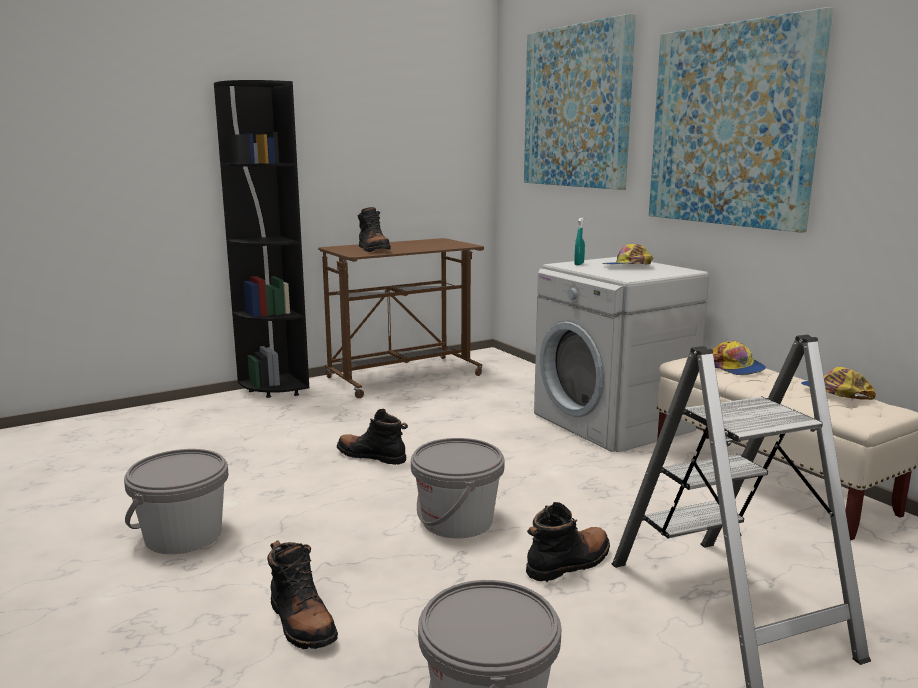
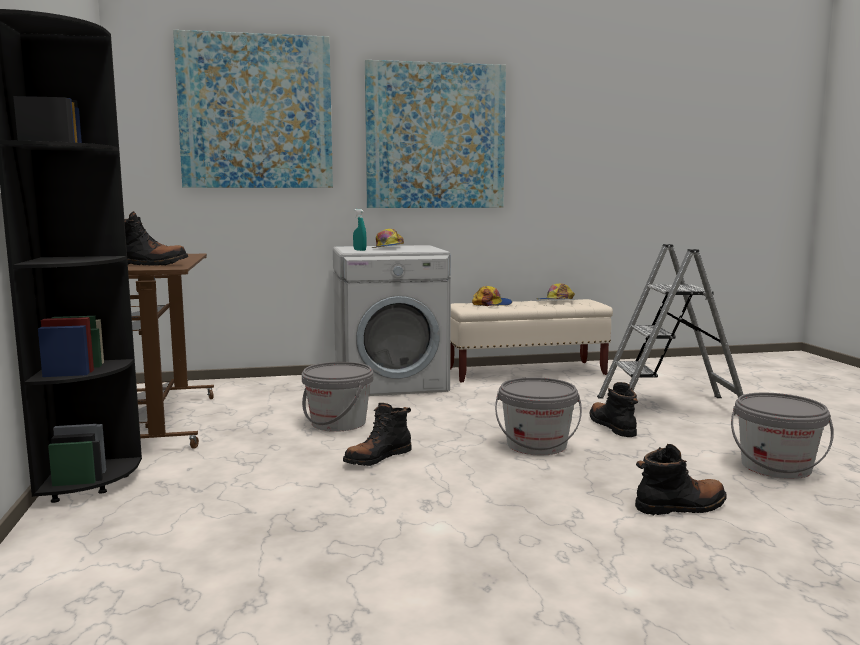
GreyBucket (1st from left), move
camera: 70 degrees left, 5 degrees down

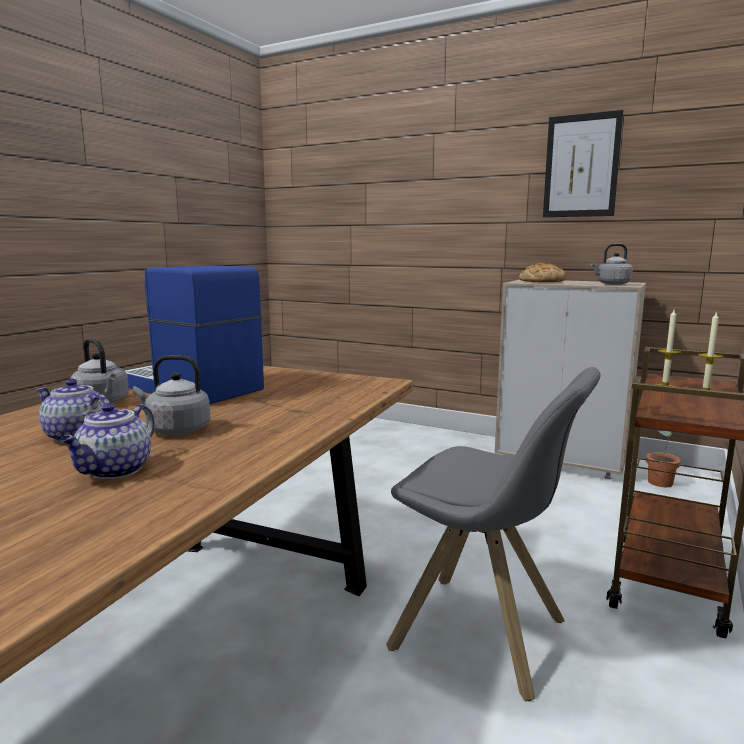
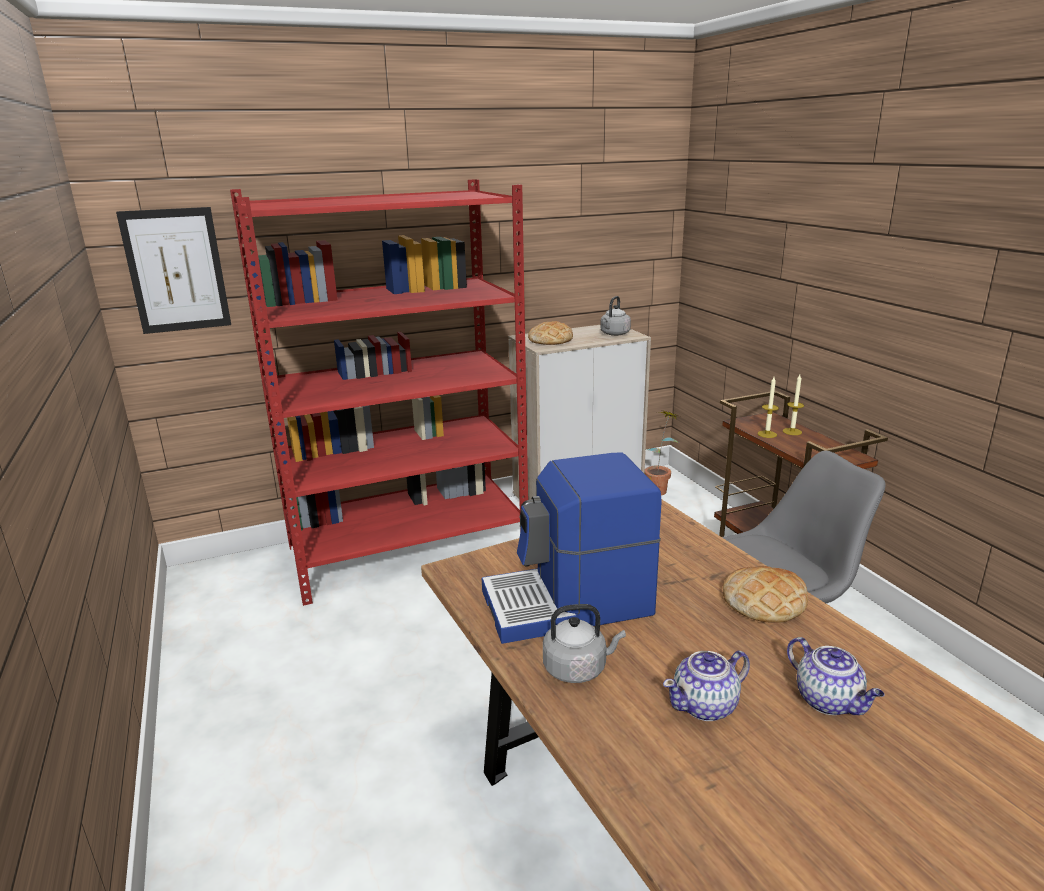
GreyKettle (2nd from left) → -
- → RedBookcase
- → Bread (2nd from left)
Picture, move
camera: 50 degrees left, 10 degrees up

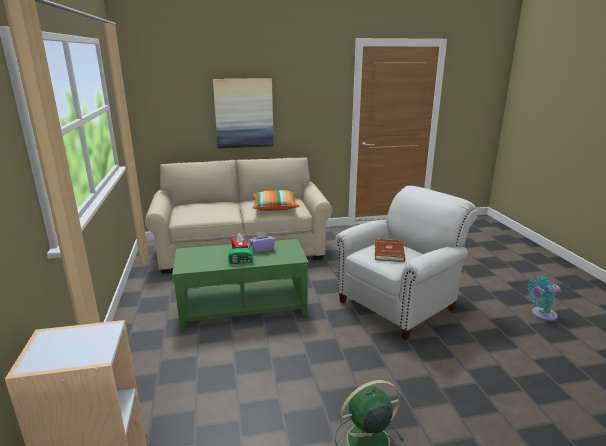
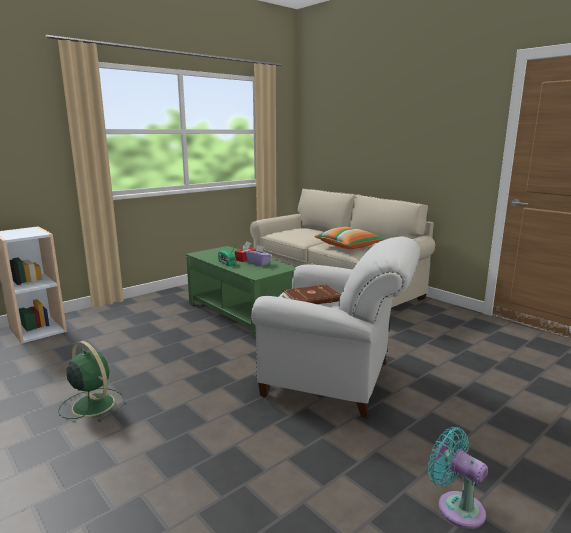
Picture → -
camera: 60 degrees right, 5 degrees down

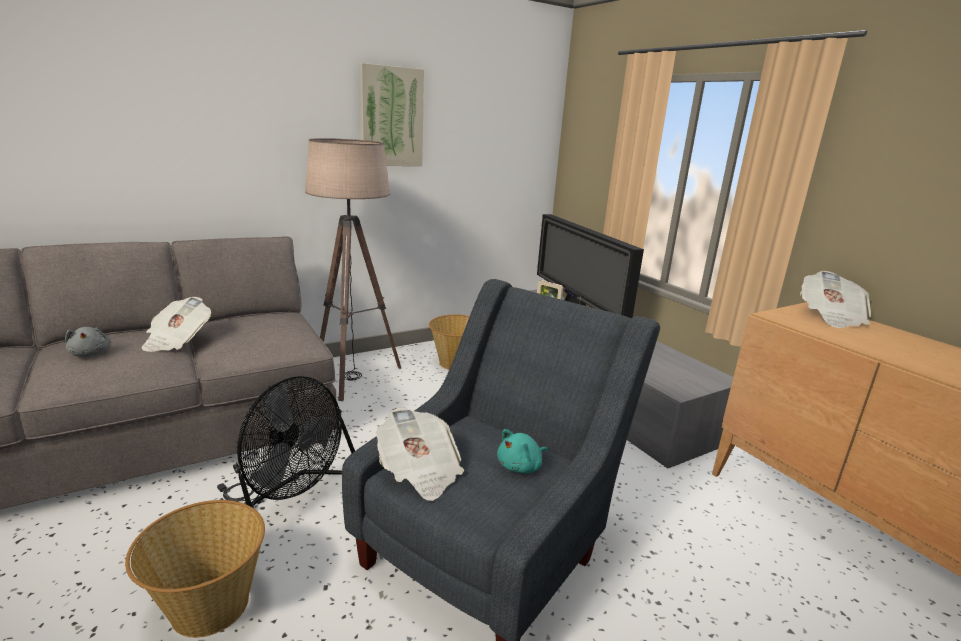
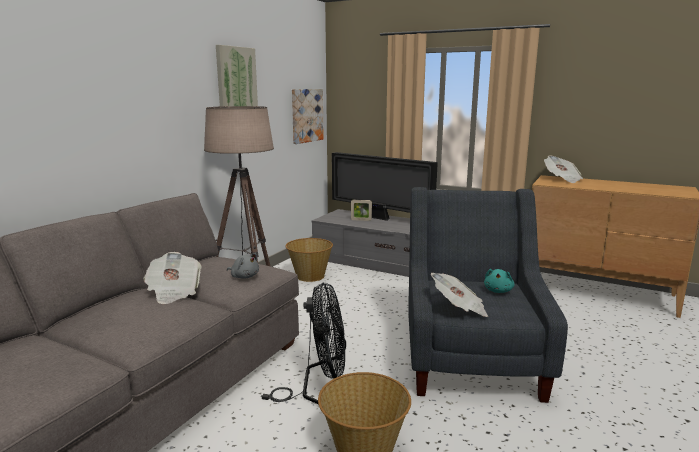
- → Picture (2nd from left)
GreyPlushToy, move
camera: 30 degrees left, 5 degrees down

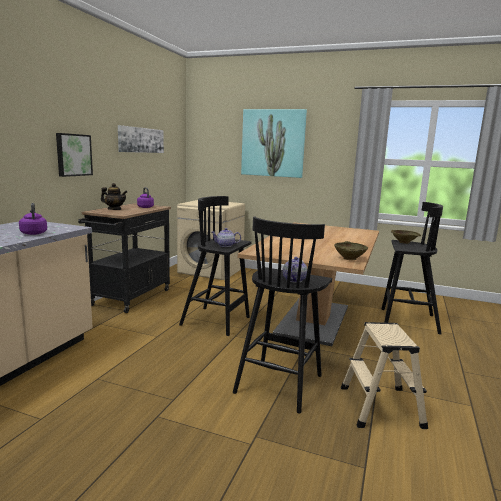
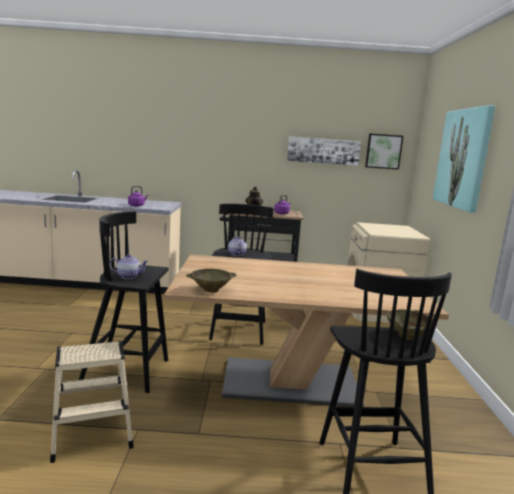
Picture (1st from left in the first image) → Picture (2nd from left), move
camera: 70 degrees right, 0 degrees up

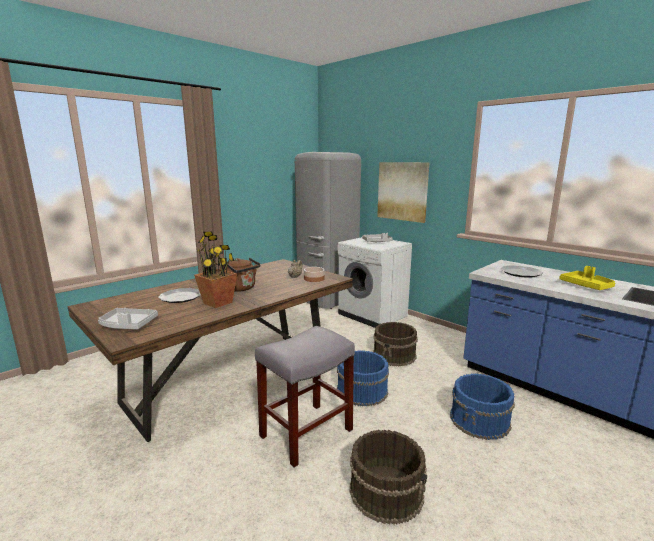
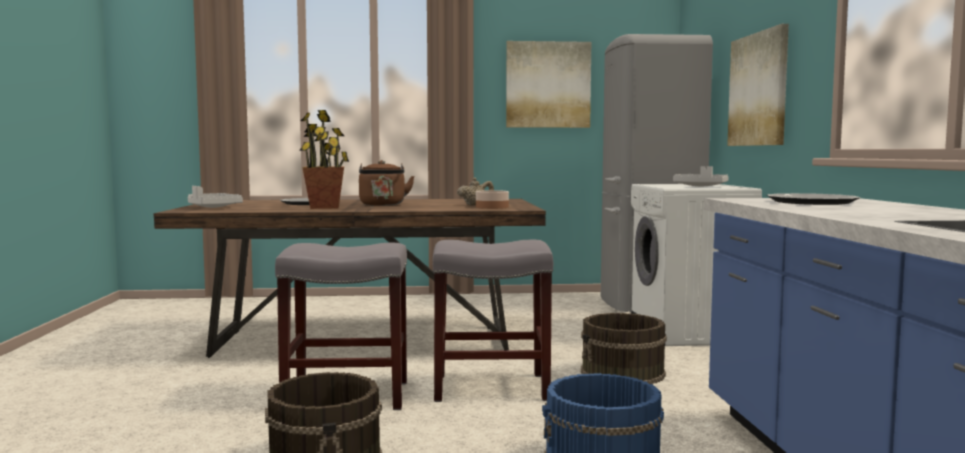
YellowTray → -
- → Picture (1st from left)
BlueBucket (1st from left) → GreyStool (2nd from left)
camera: 40 degrees right, 10 degrees down

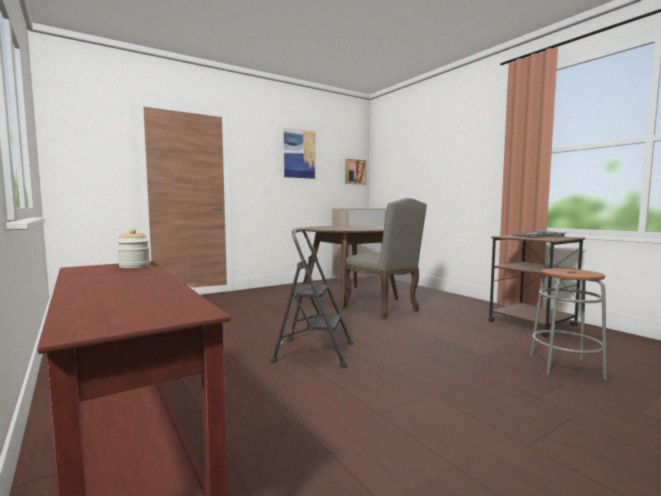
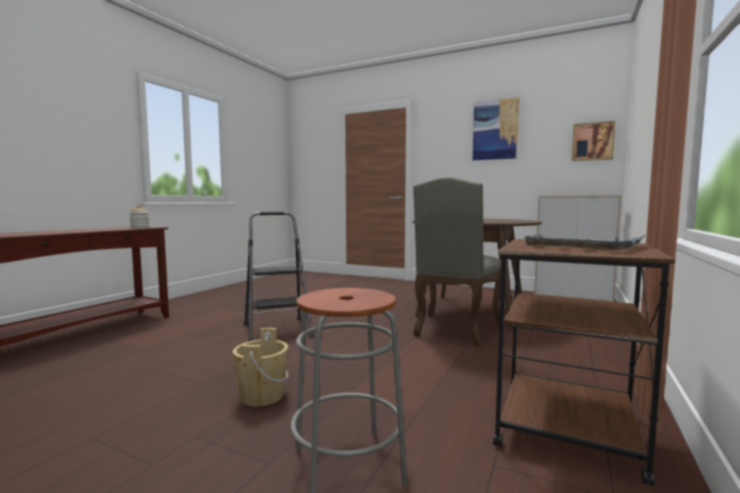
- → BeigeBucket
camera: 60 degrees right, 0 degrees up

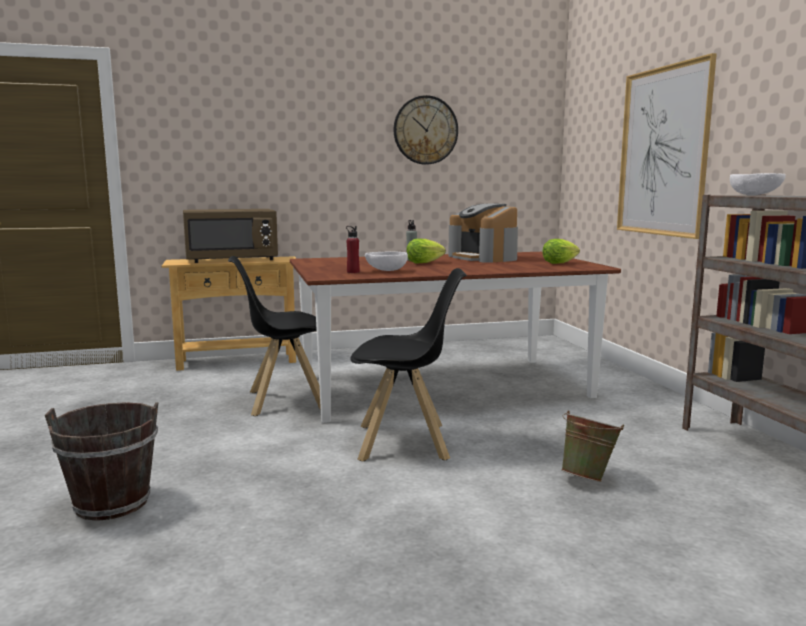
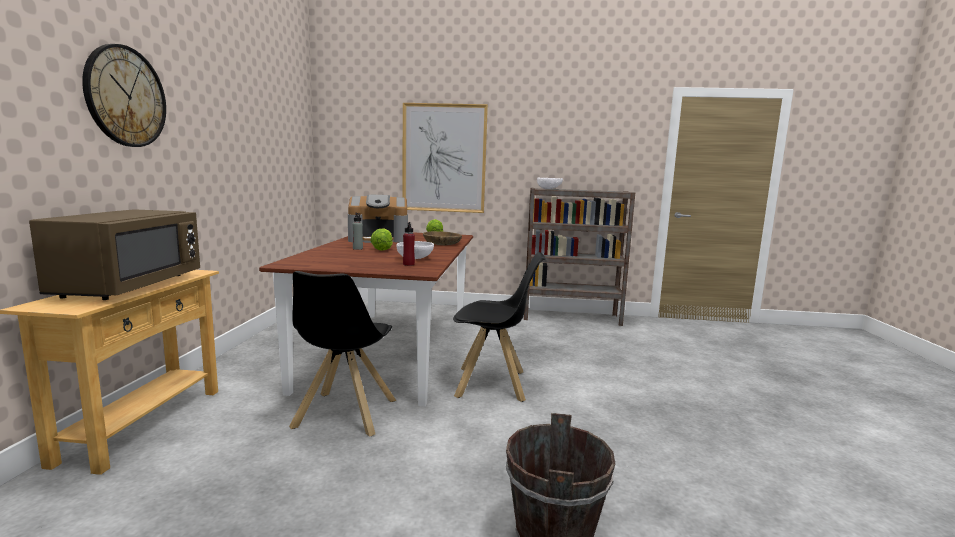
GreenBucket → -
- → BrownBowl
WallClock, move
BlackChair (2nd from left), 75 degrees clockwise
camera: 70 degrees left, 0 degrees up

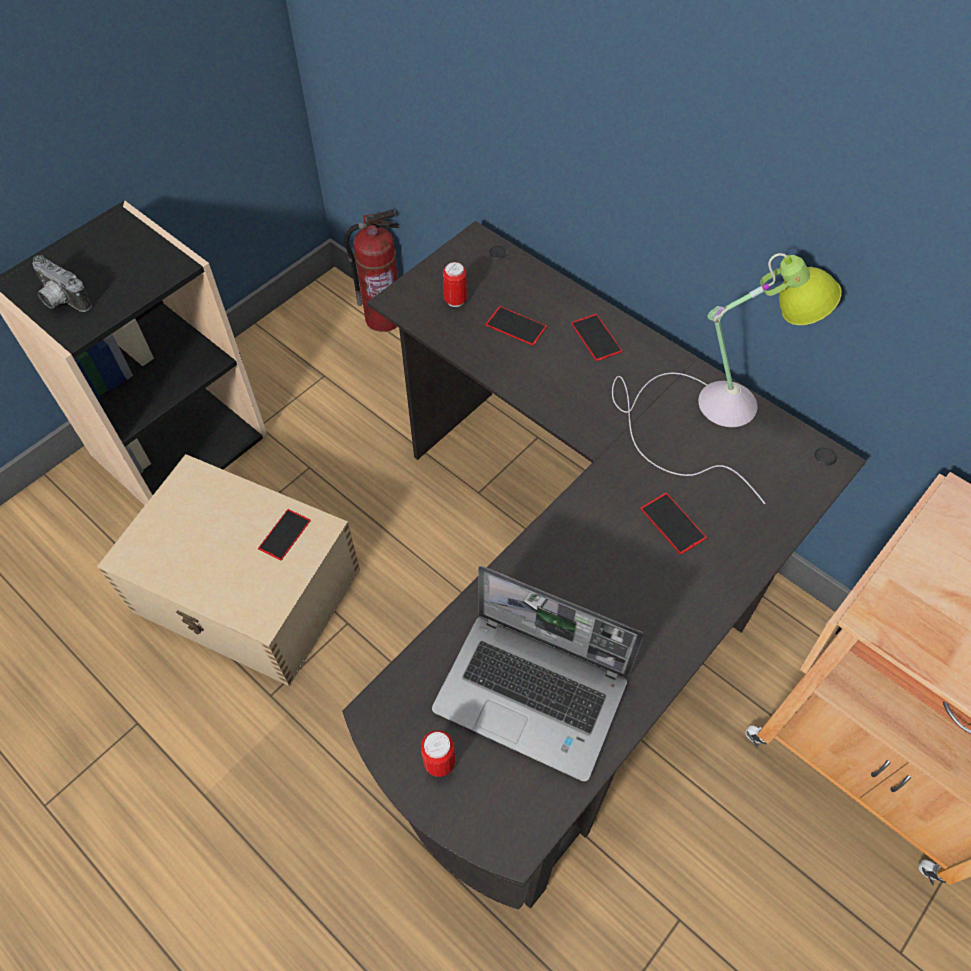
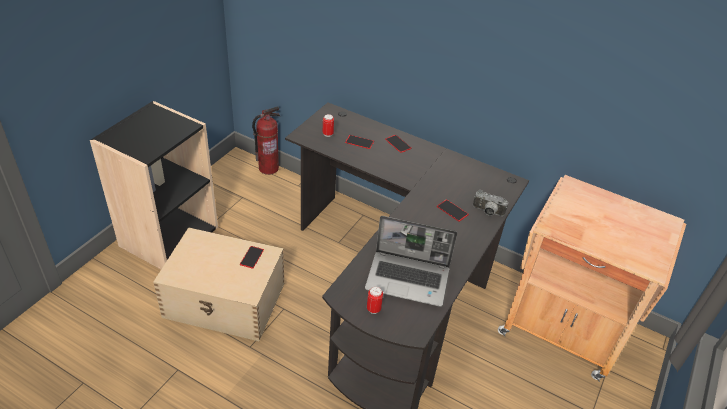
TableLamp → -
PhotoCamera, move
camera: 15 degrees left, 15 degrees down

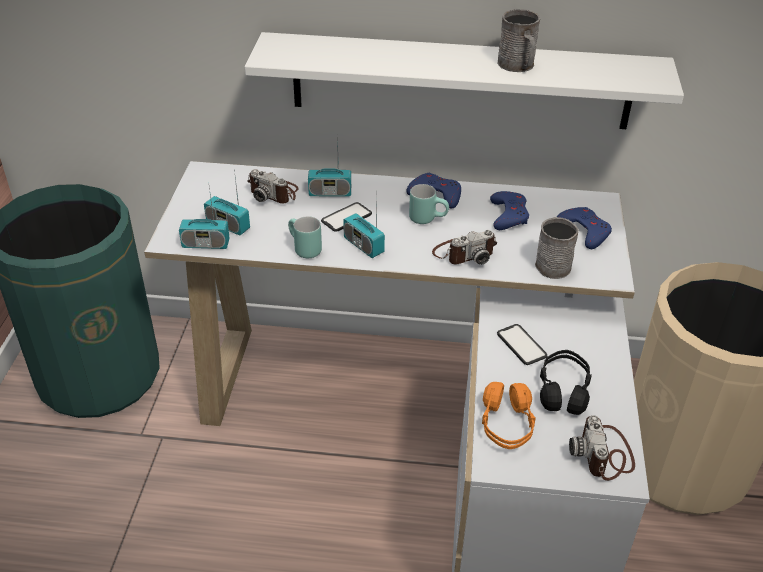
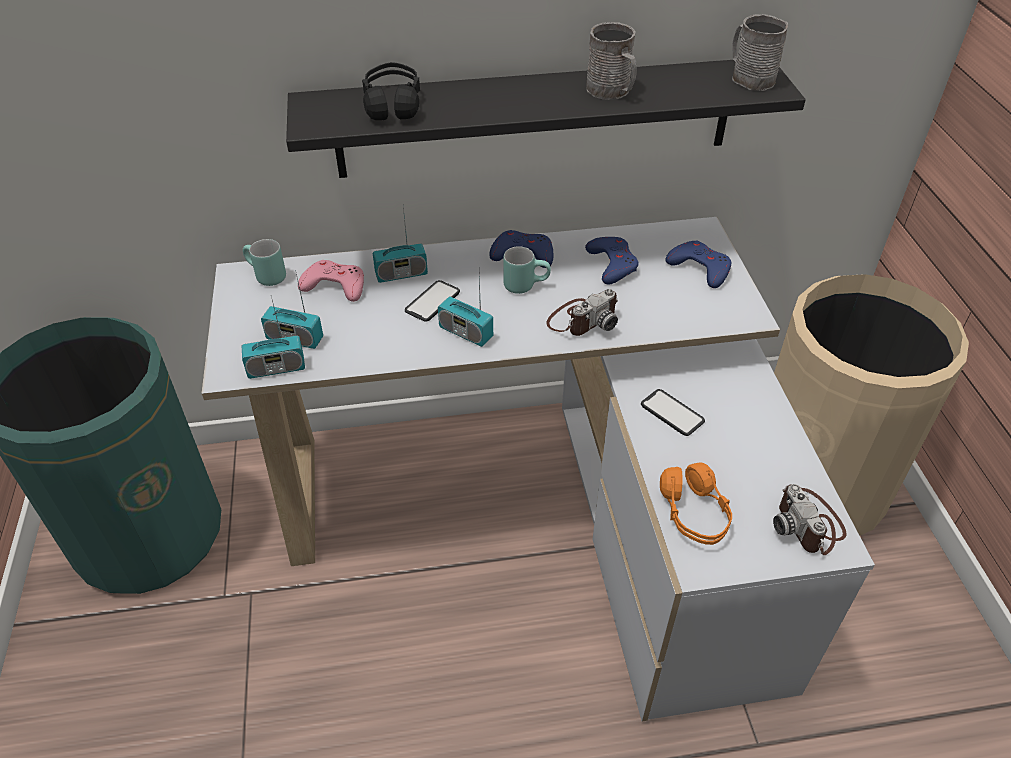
TurquoiseMug (1st from left), move
GreyMug (2nd from left), move
BlackHeadphones, move
PhotoCamera (1st from left) → PinkGameController
WhiteShelf → BlackShelf
camera: 15 degrees left, 5 degrees up

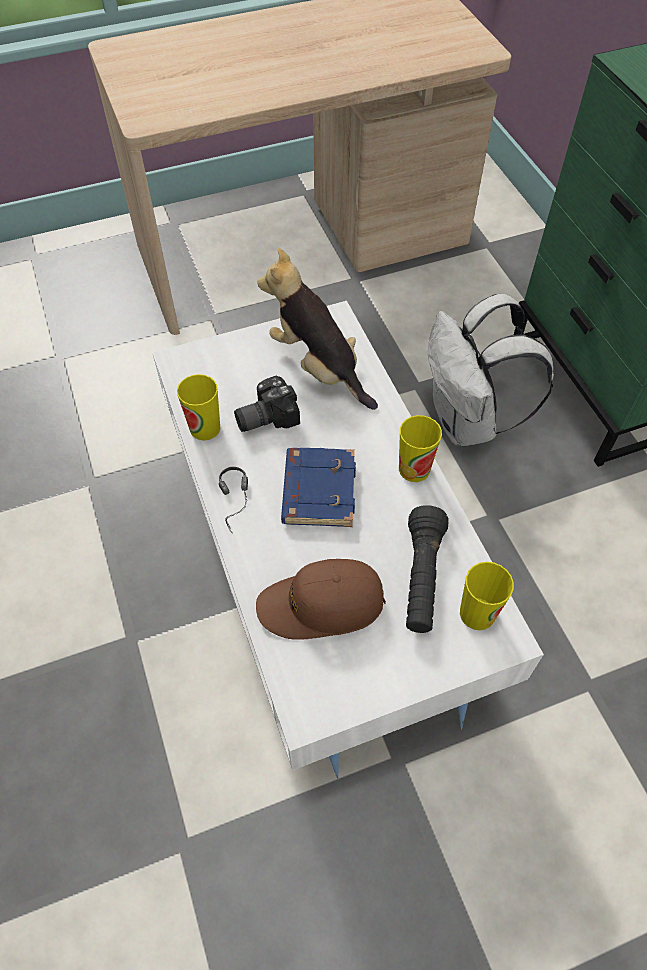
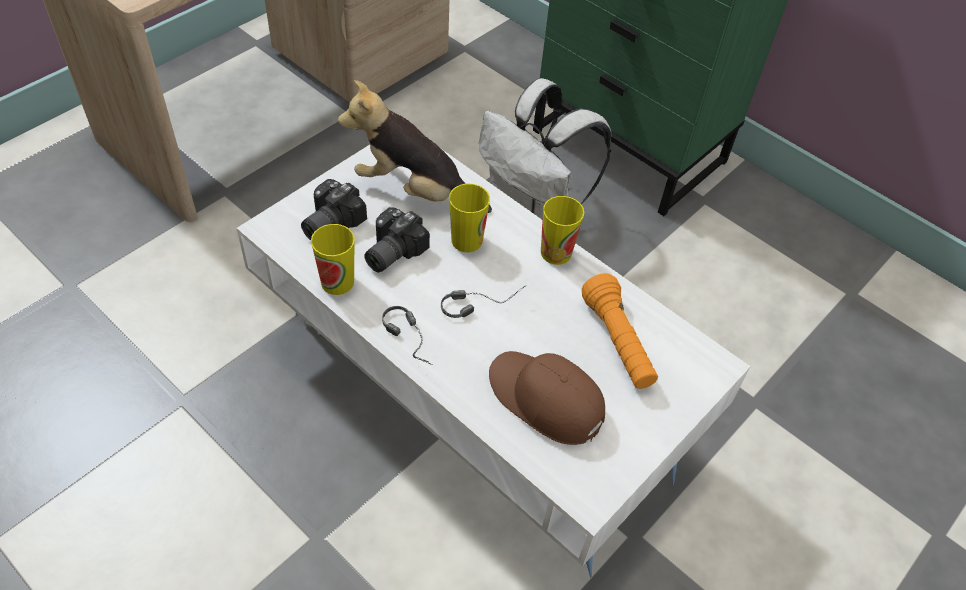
- → PhotoCamera (1st from left)
Cup (3rd from left in the first image) → Cup (2nd from left), move
BlueBook → Headphones (2nd from left)
BlackFlashlight → OrangeFlashlight
BrownCap, 75 degrees clockwise
camera: 30 degrees left, 5 degrees down

